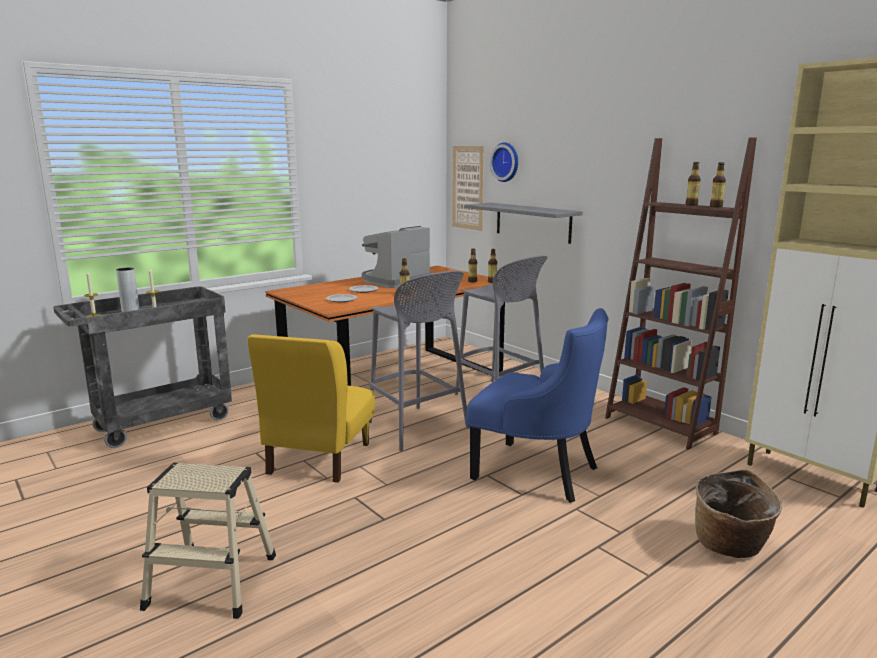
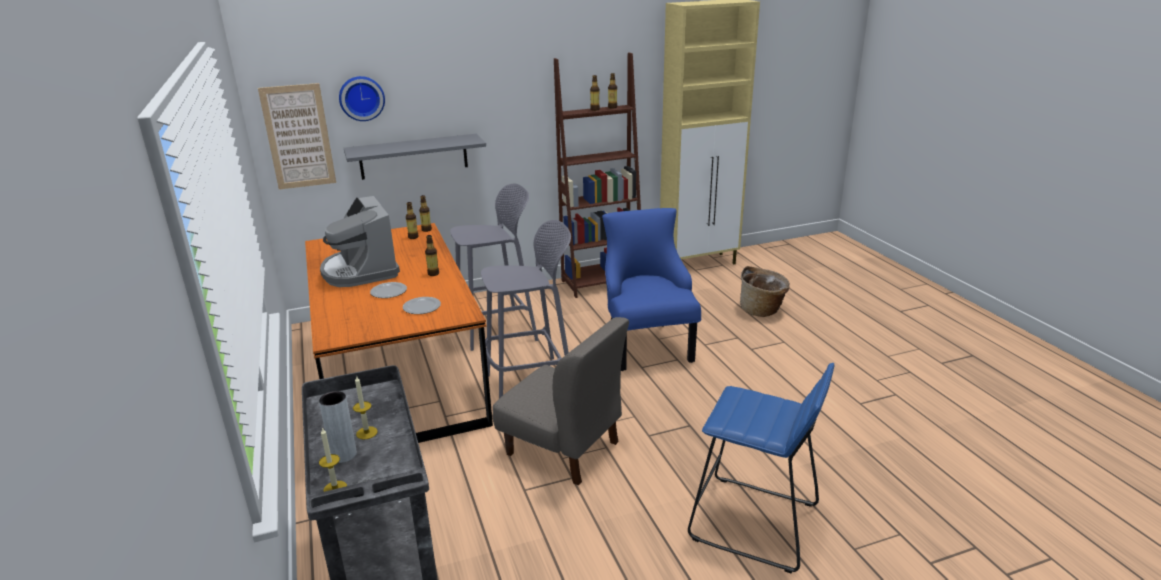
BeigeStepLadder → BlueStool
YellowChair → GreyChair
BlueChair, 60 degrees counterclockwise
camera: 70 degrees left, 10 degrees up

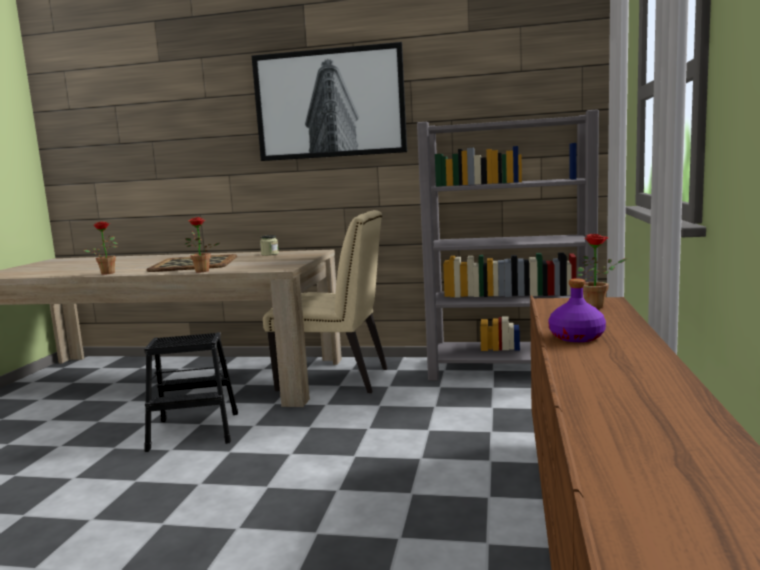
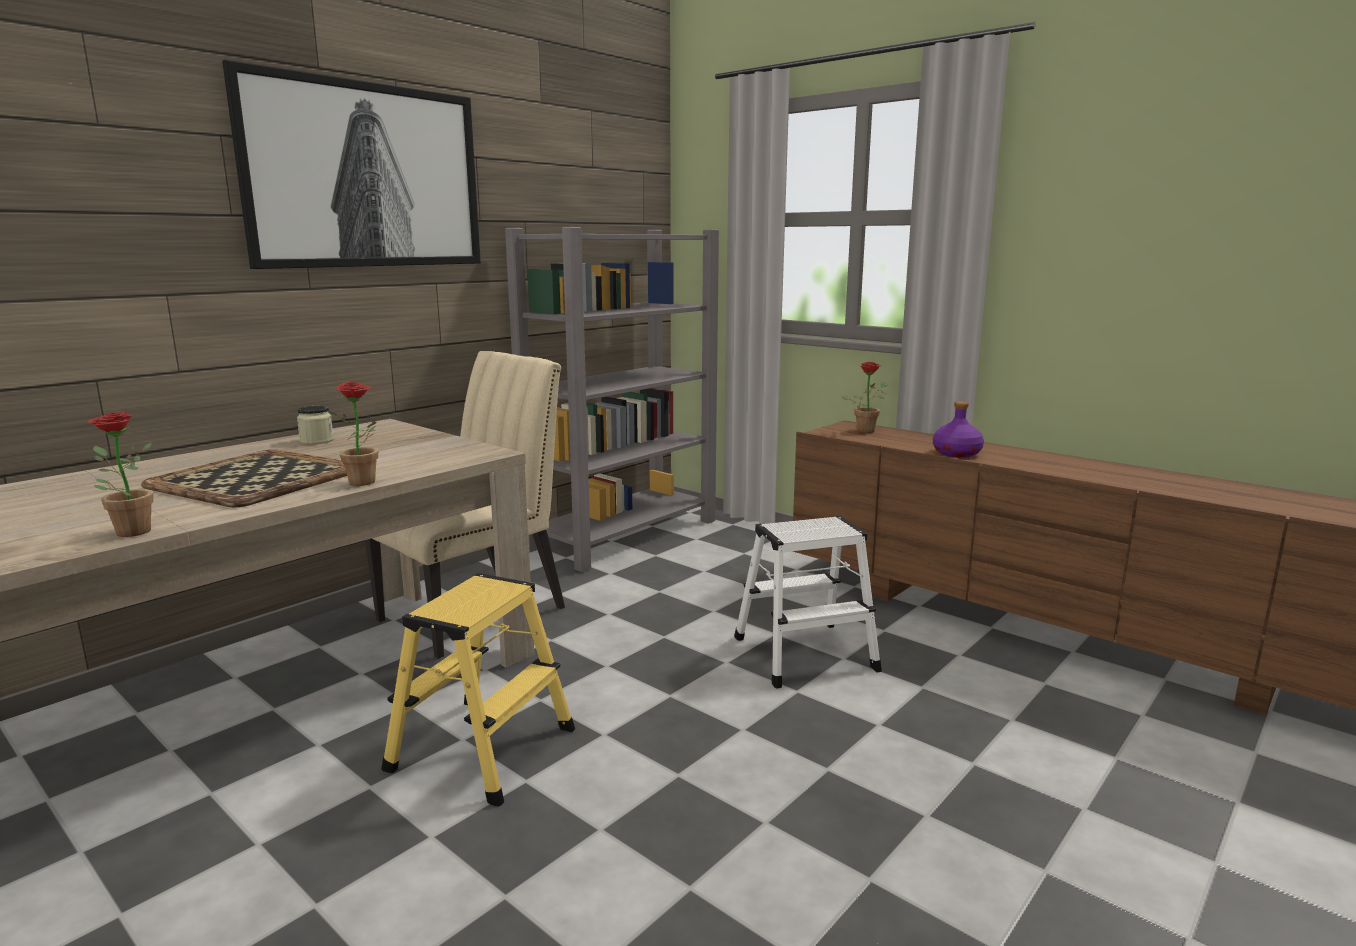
- → WhiteStepLadder
BlackStepLadder → YellowStepLadder
camera: 60 degrees left, 5 degrees up

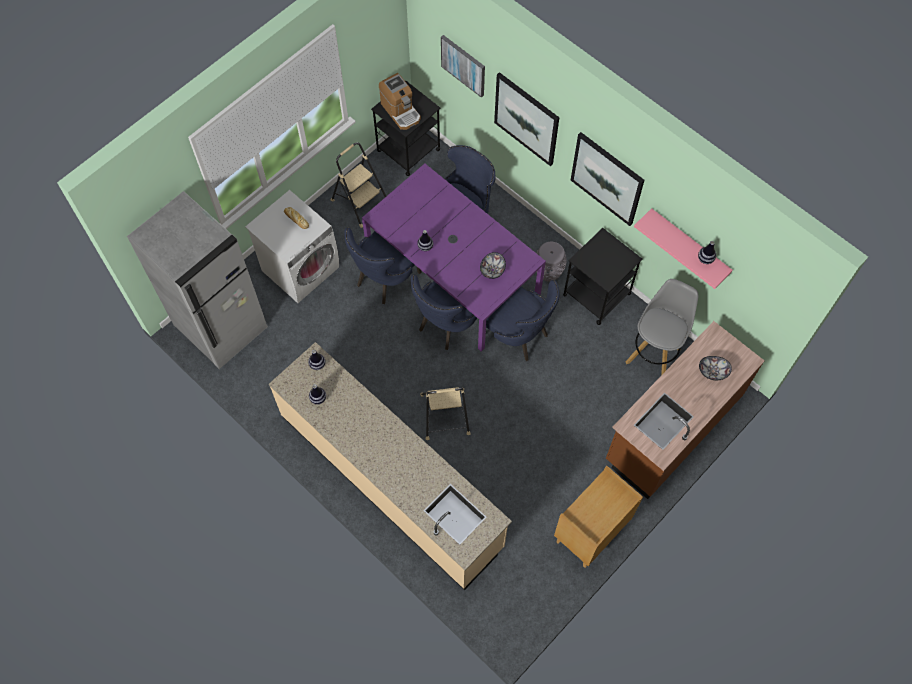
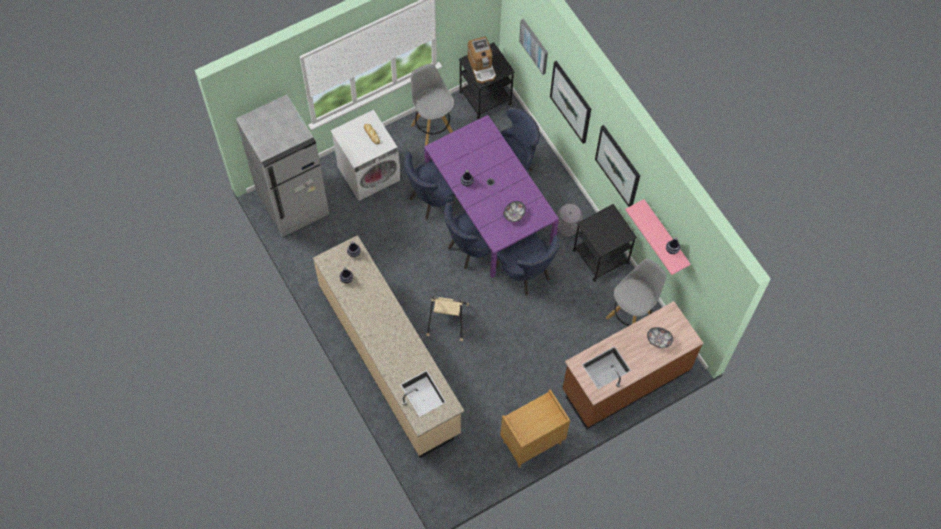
BeigeStepLadder (1st from left) → GreyStool (1st from left)
camera: 15 degrees right, 0 degrees up

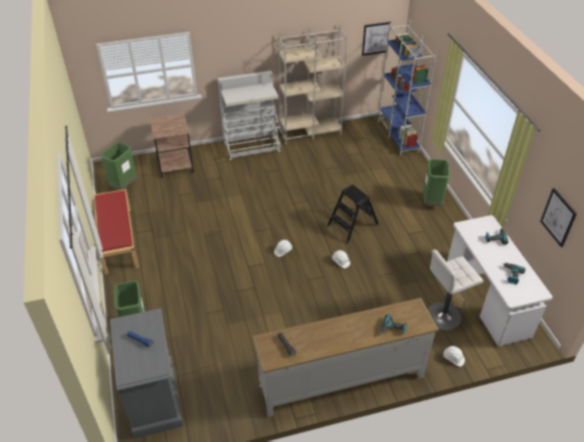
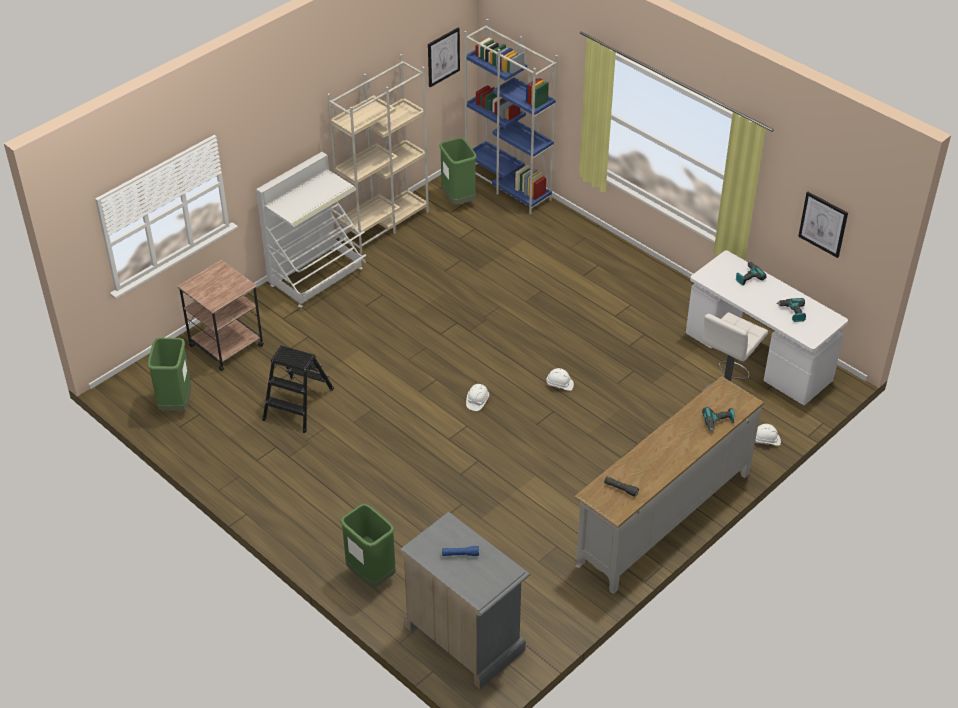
RedBench → -
BlackStepLadder, move
GreenTrashCan (3rd from left), move
camera: 30 degrees left, 0 degrees up

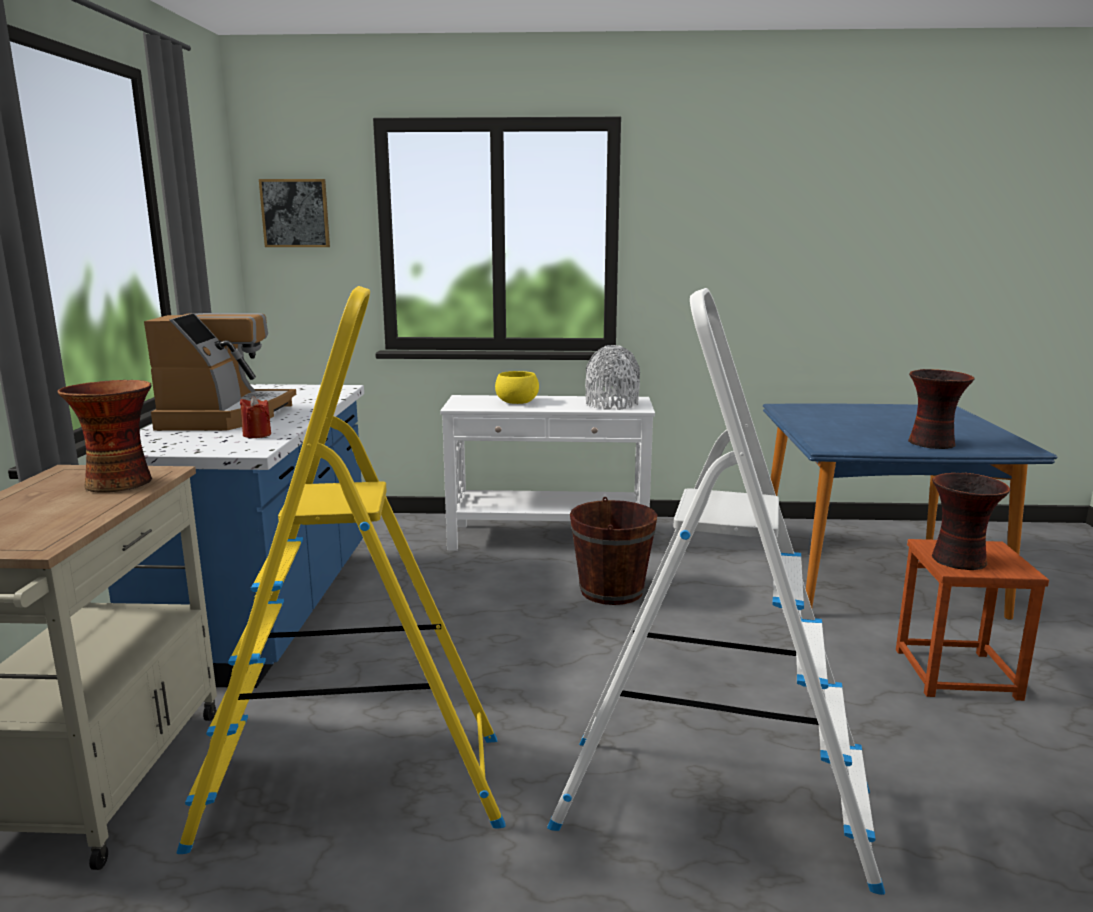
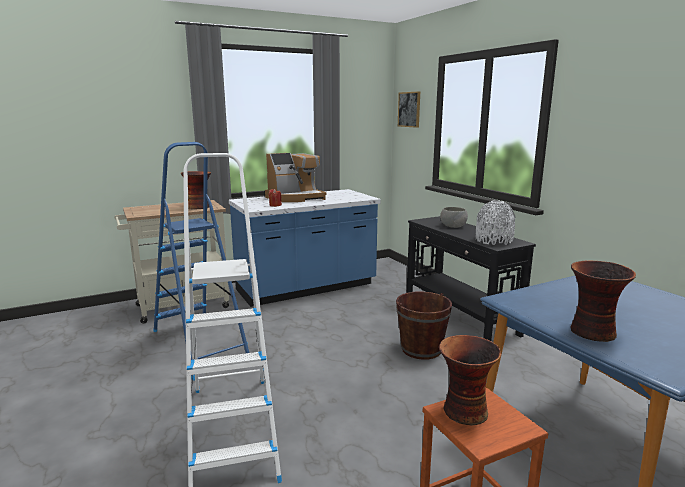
YellowStepLadder → BlueStepLadder
WhiteConsoleTable → BlackConsoleTable
YellowBowl → GreyBowl
camera: 60 degrees right, 0 degrees up

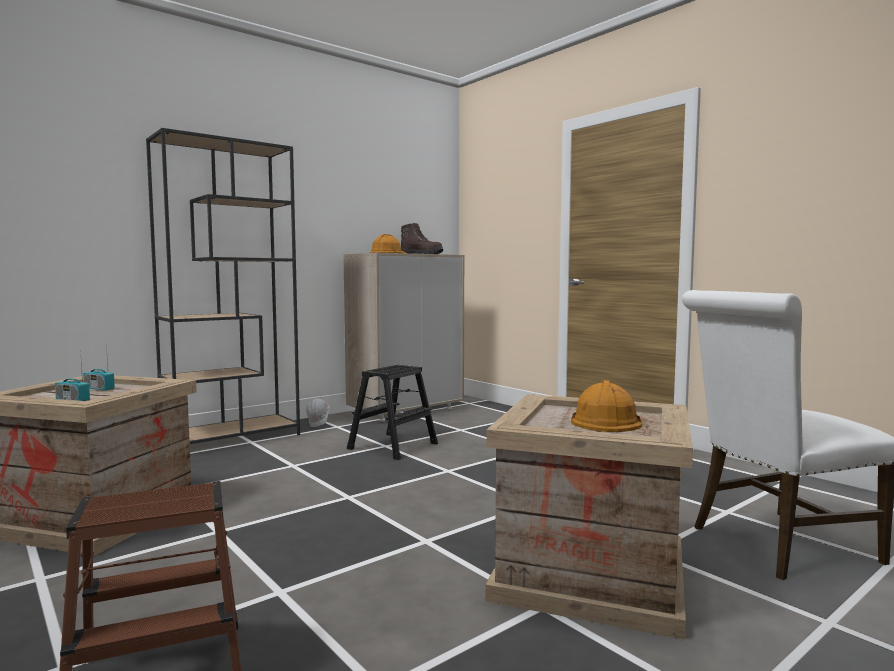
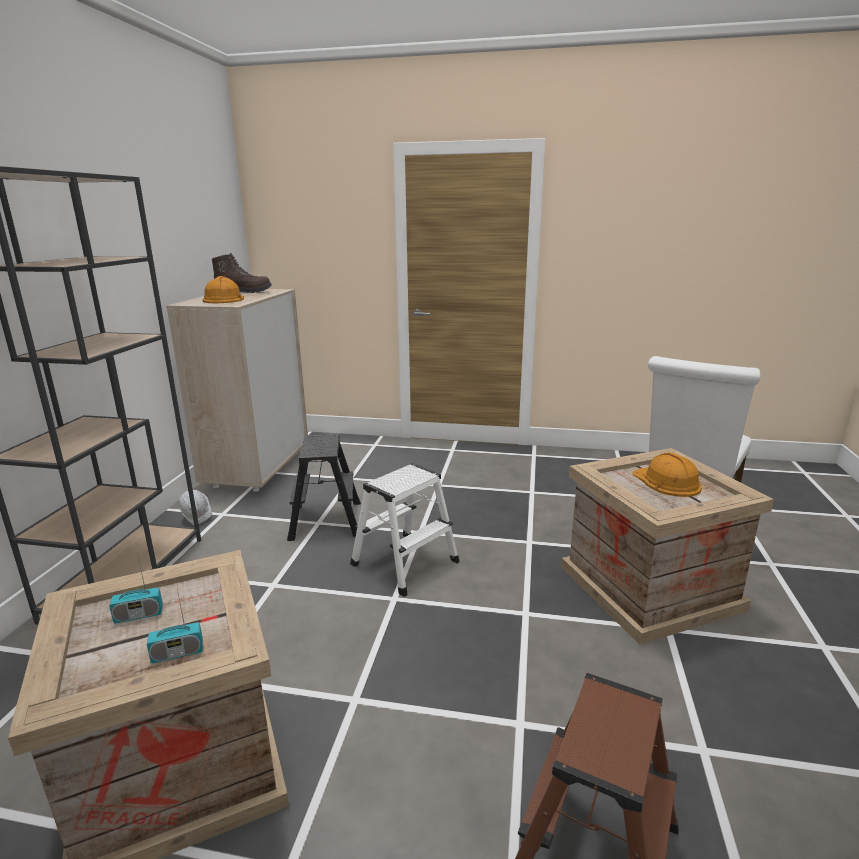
- → WhiteStepLadder
camera: 40 degrees left, 15 degrees up

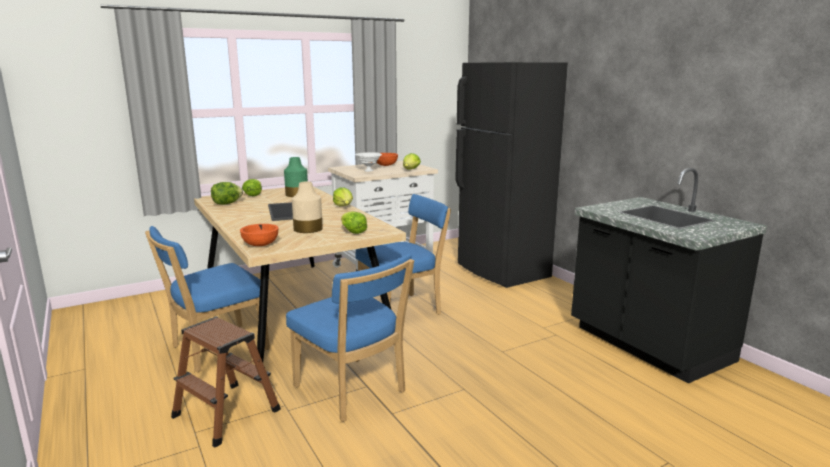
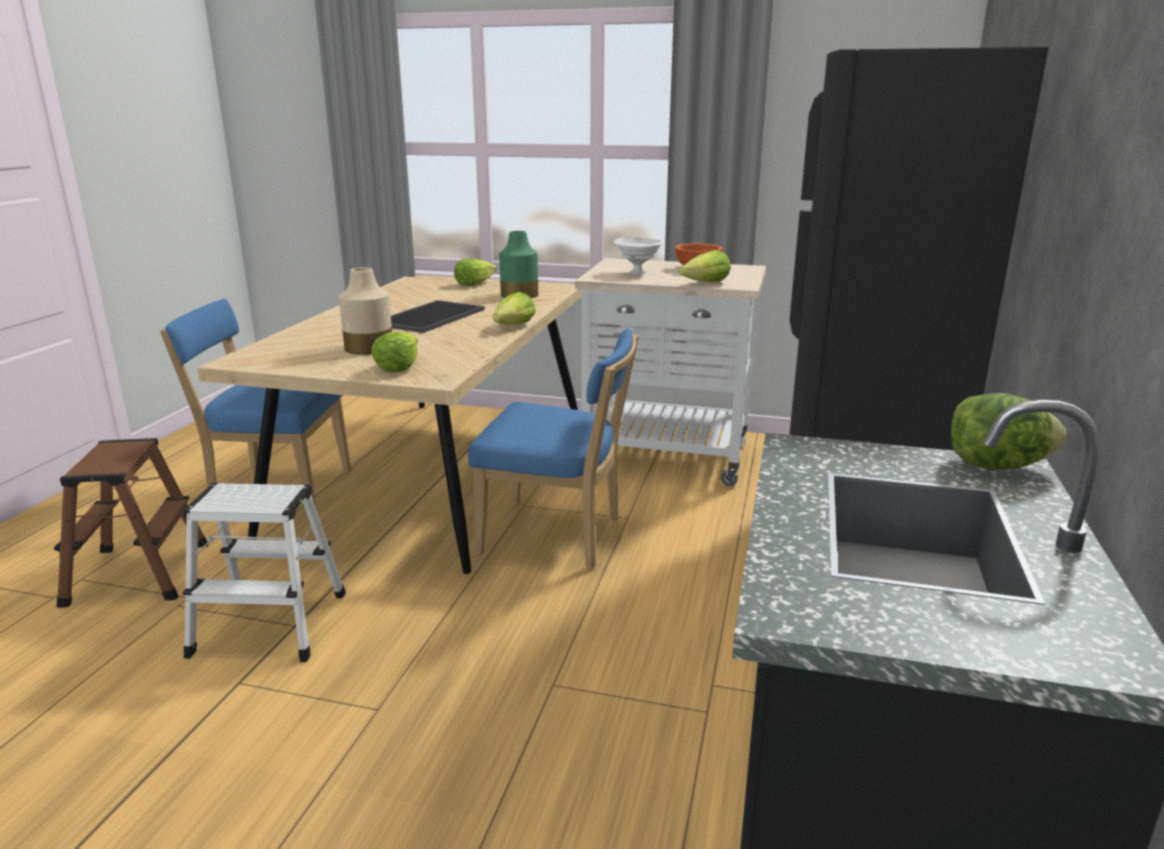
OrangeBowl (1st from left) → -
Lettuce (1st from left in the first image) → Lettuce (5th from left), move
BlueChair (2nd from left) → WhiteStepLadder
camera: 45 degrees right, 5 degrees up

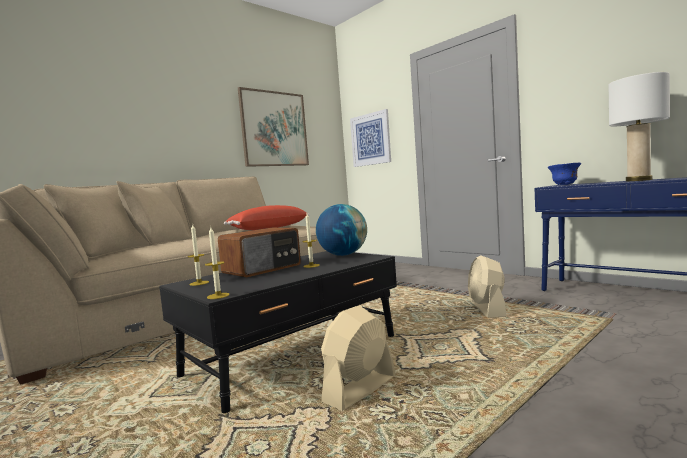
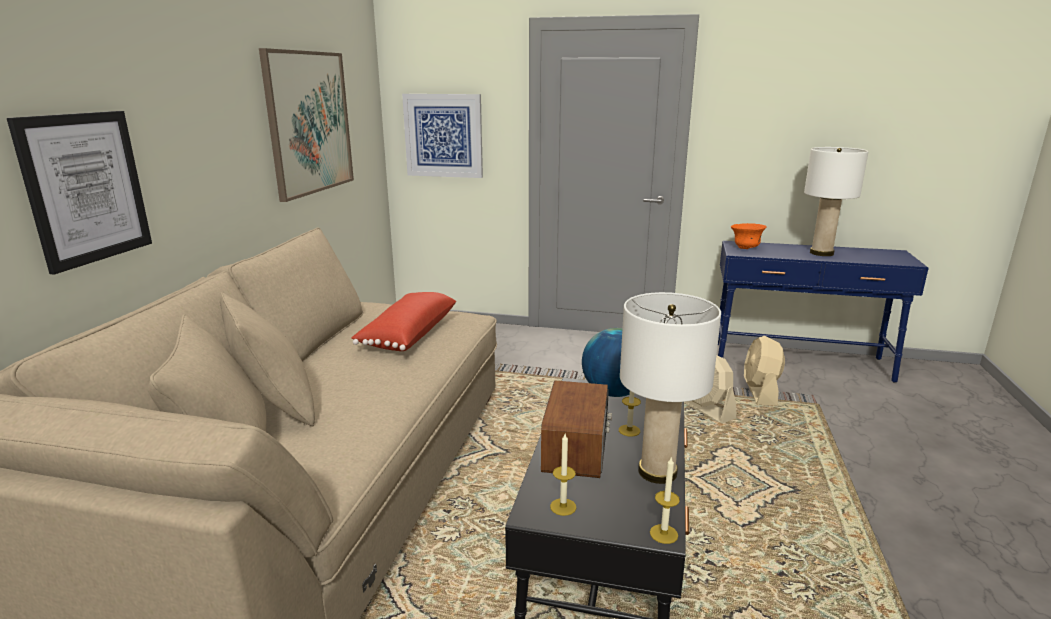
- → Picture (1st from left)
- → WhiteTableLamp (1st from left)
BeigeFan (1st from left in the first image) → BeigeFan (2nd from left), move
BlueBowl → OrangeBowl
camera: 35 degrees left, 15 degrees up

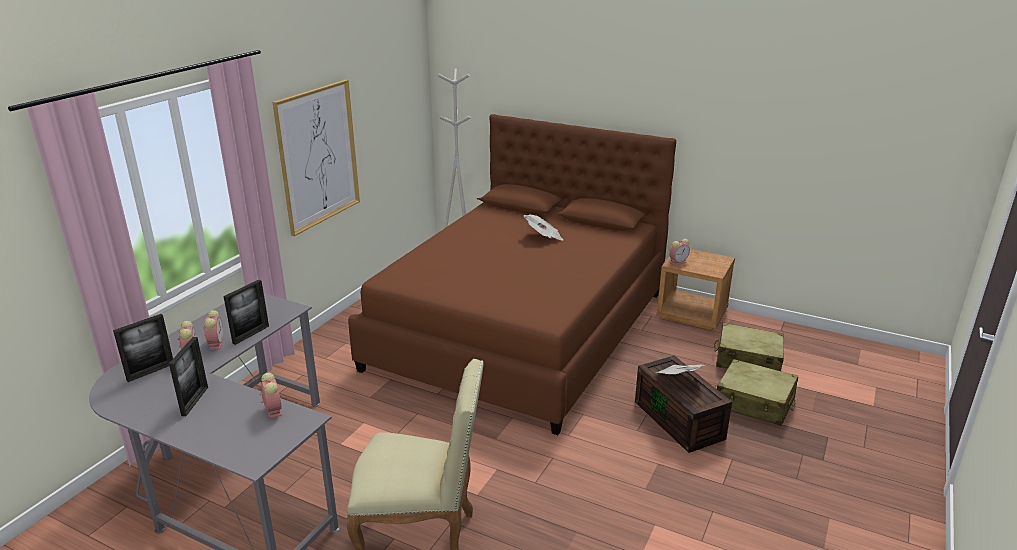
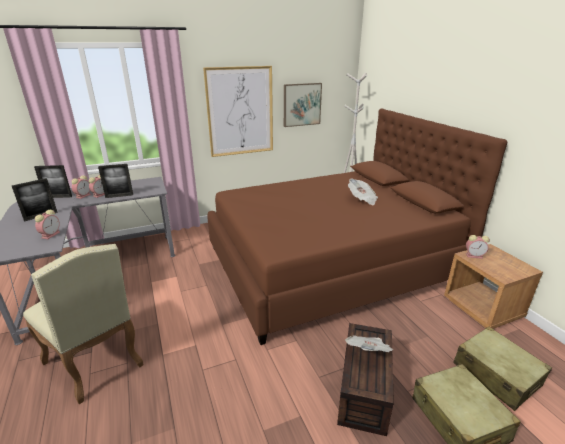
- → Picture (2nd from left)
camera: 40 degrees right, 0 degrees up

